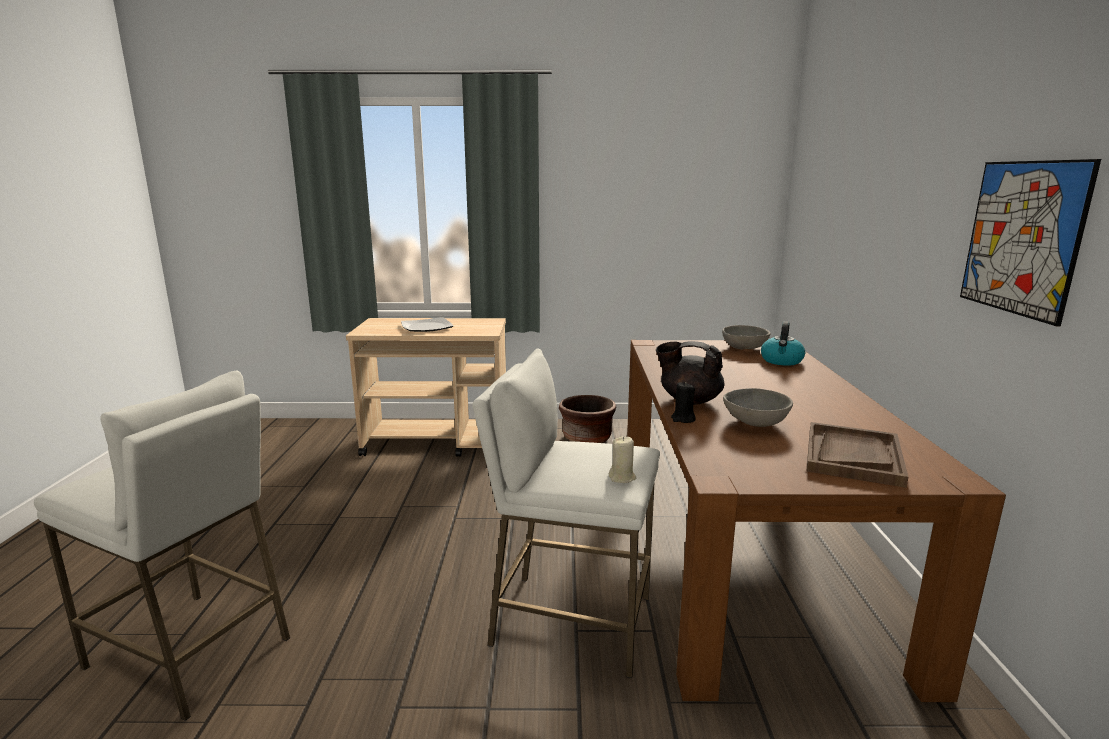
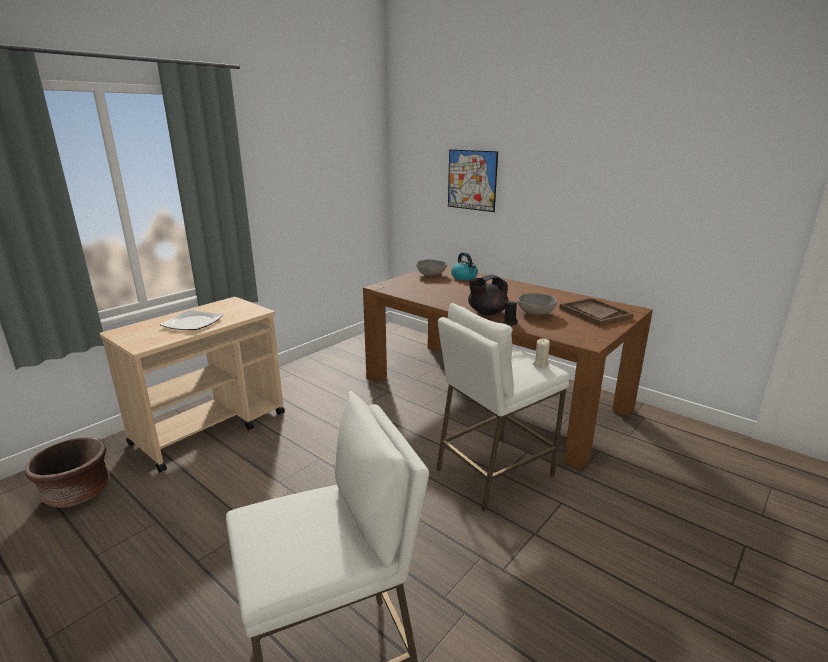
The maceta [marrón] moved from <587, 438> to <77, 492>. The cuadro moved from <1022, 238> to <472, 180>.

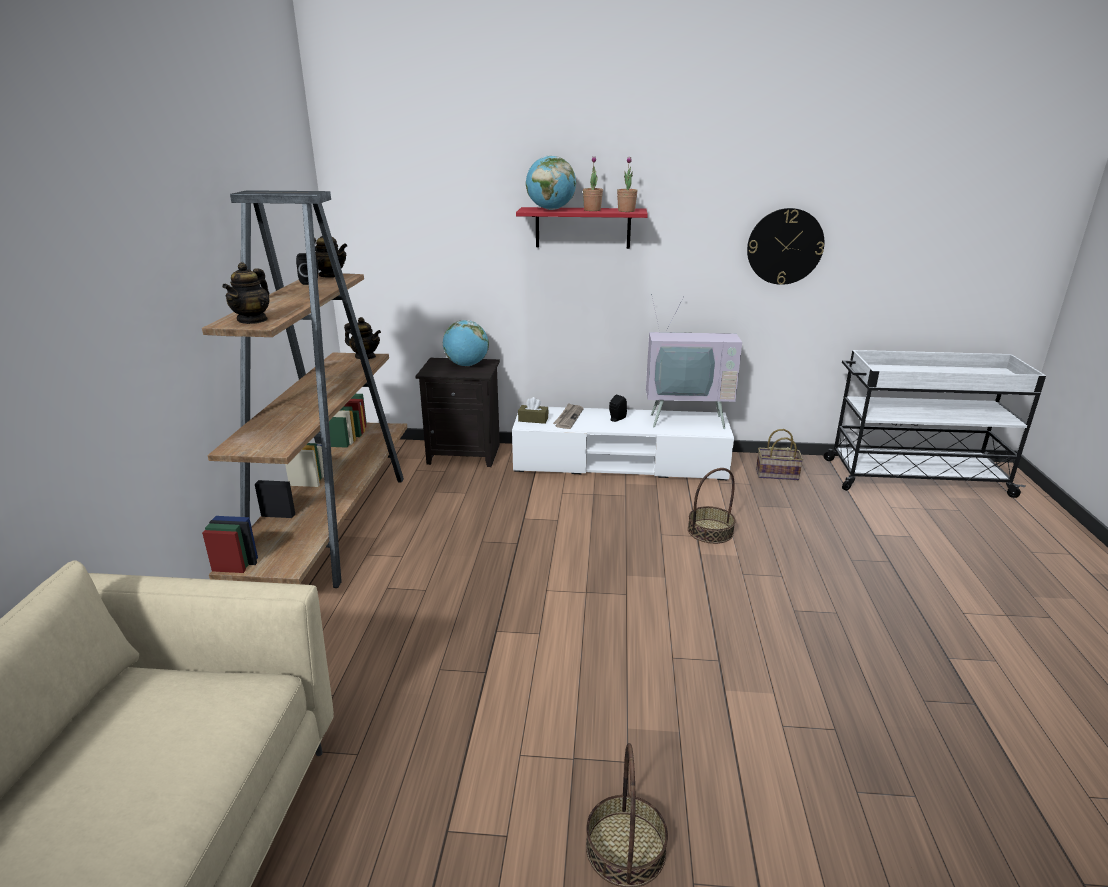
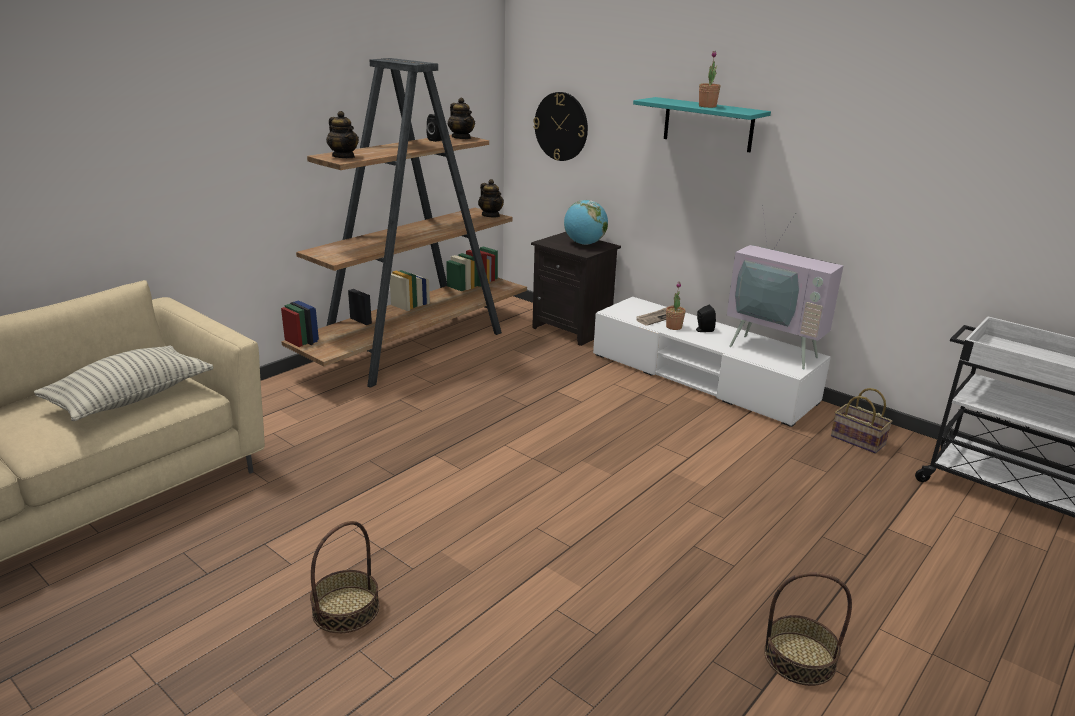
The cojín at <131, 398> appeared. The tetera at <253, 320> turned 90 degrees counterclockwise. The reloj de pared moved from <785, 246> to <561, 126>. The estante [rojo] at <583, 228> became the estante [turquesa] at <708, 124>. The planta en maceta moved from <626, 211> to <674, 327>. The cesta moved from <710, 531> to <799, 658>. The caja de pañuelos [marrón] at <533, 419> disappeared. The globo terráqueo at <551, 209> disappeared.

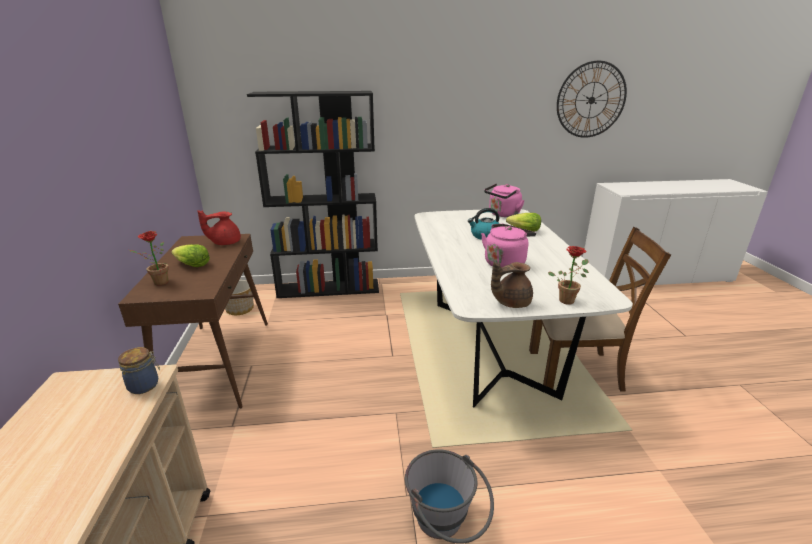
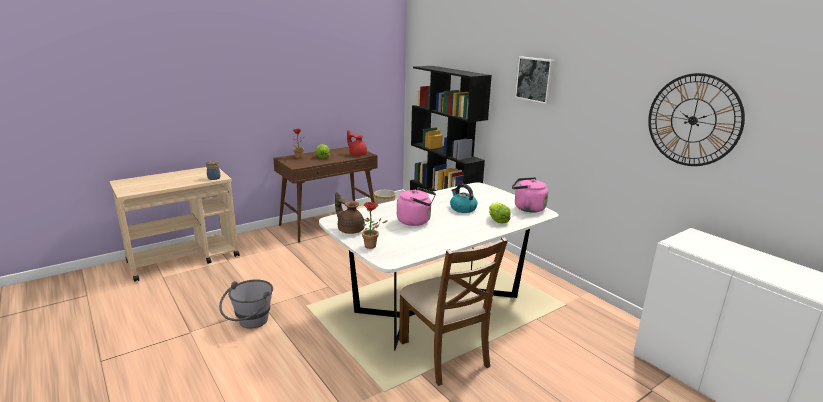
The cuadro at <535, 79> appeared.

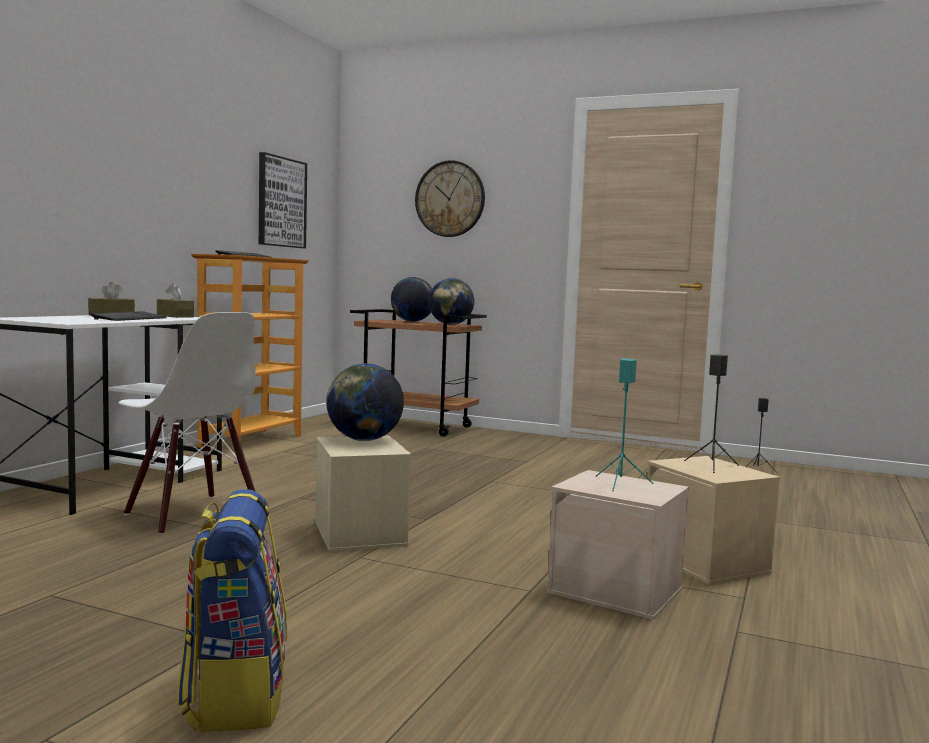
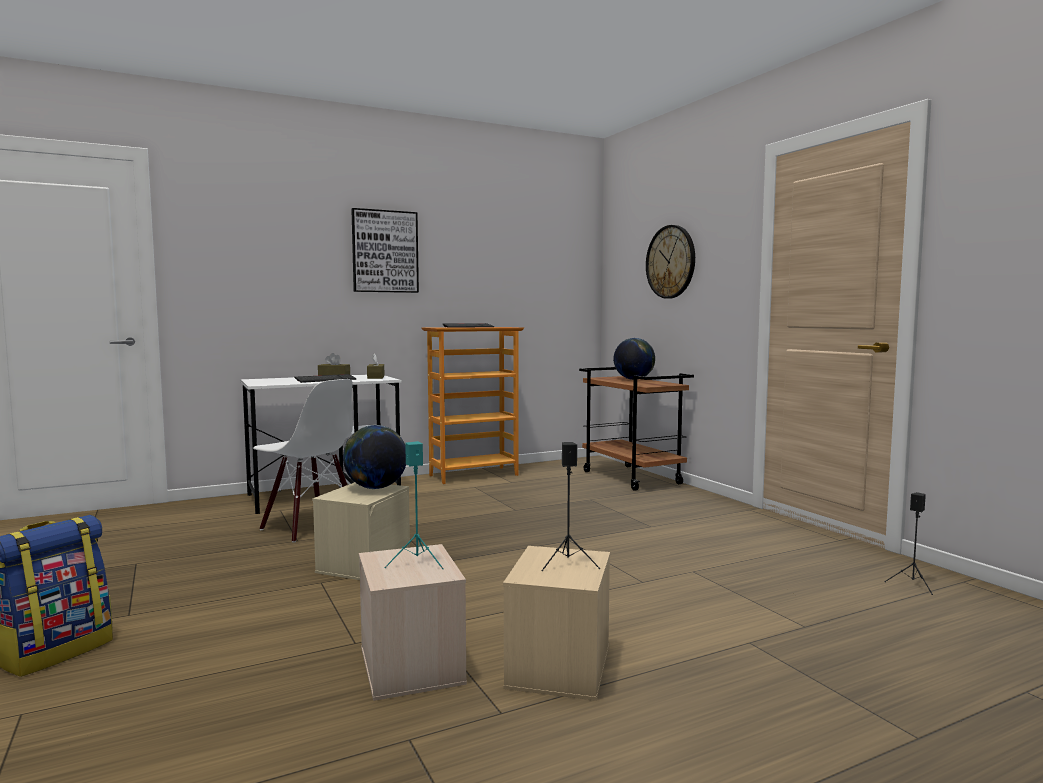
The silla [blanco] at <191, 514> turned 45 degrees counterclockwise. The cuadro moved from <281, 202> to <385, 251>. The globo terráqueo at <450, 324> disappeared.

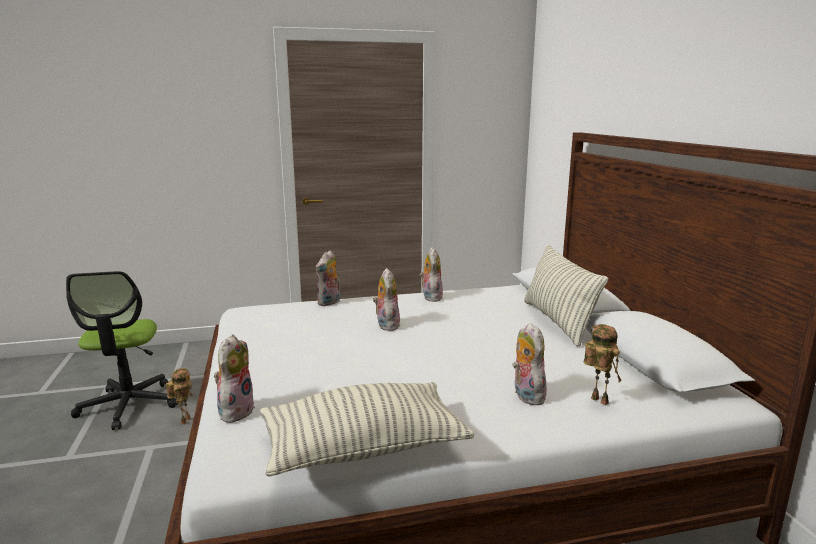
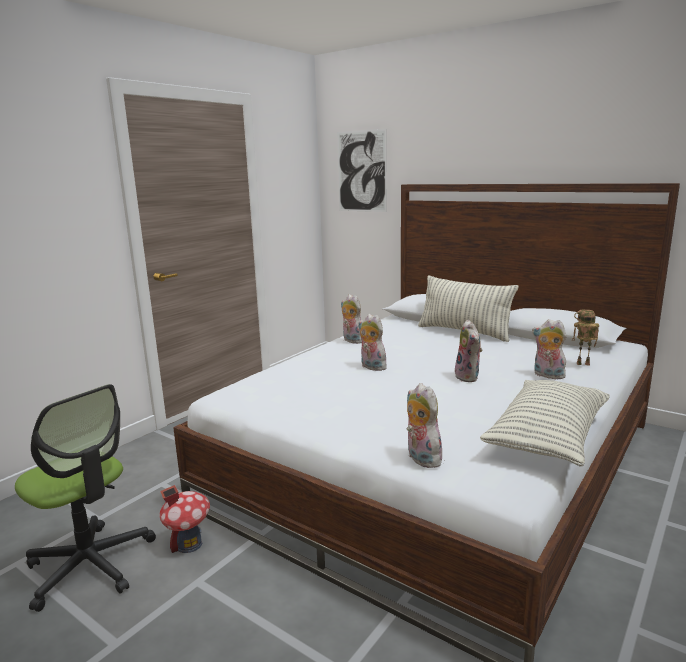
The robot de juguete at <184, 420> was replaced by the casita at <189, 544>. The cuadro at <361, 171> appeared. The peluche moved from <329, 303> to <469, 377>.

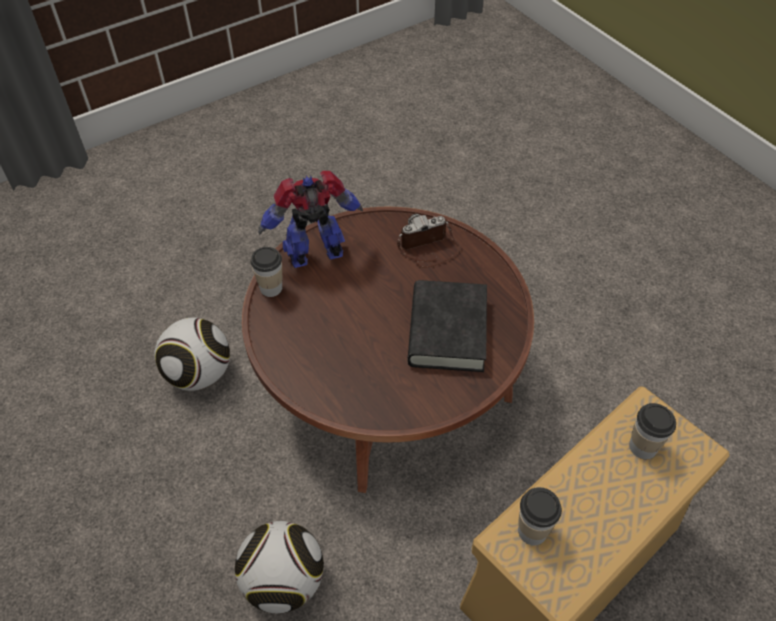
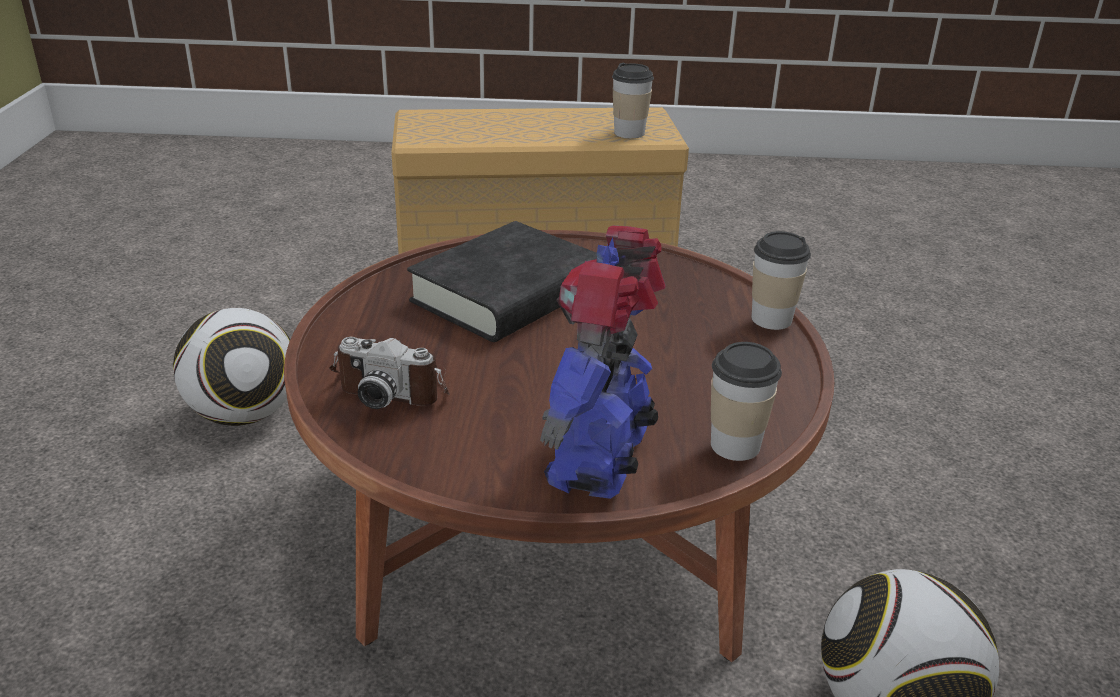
The balón de fútbol moved from <283, 582> to <245, 414>. The robot de juguete at <316, 254> turned 90 degrees clockwise. The taza moved from <643, 447> to <771, 319>.

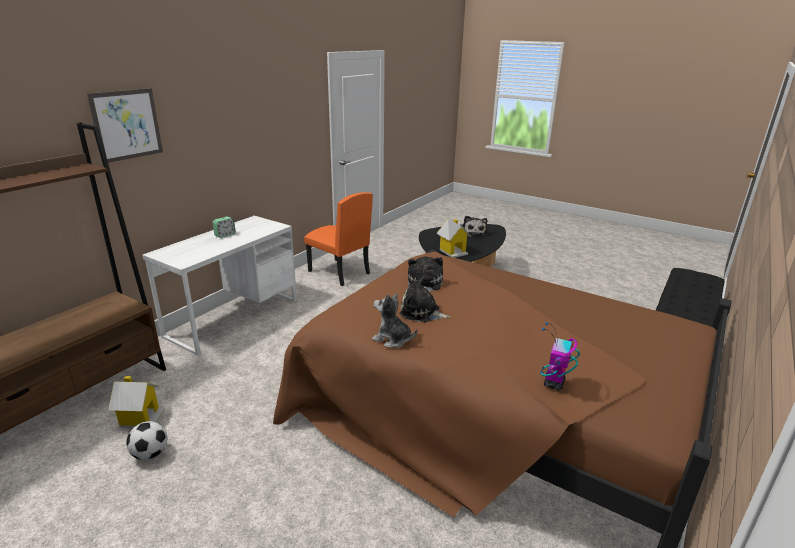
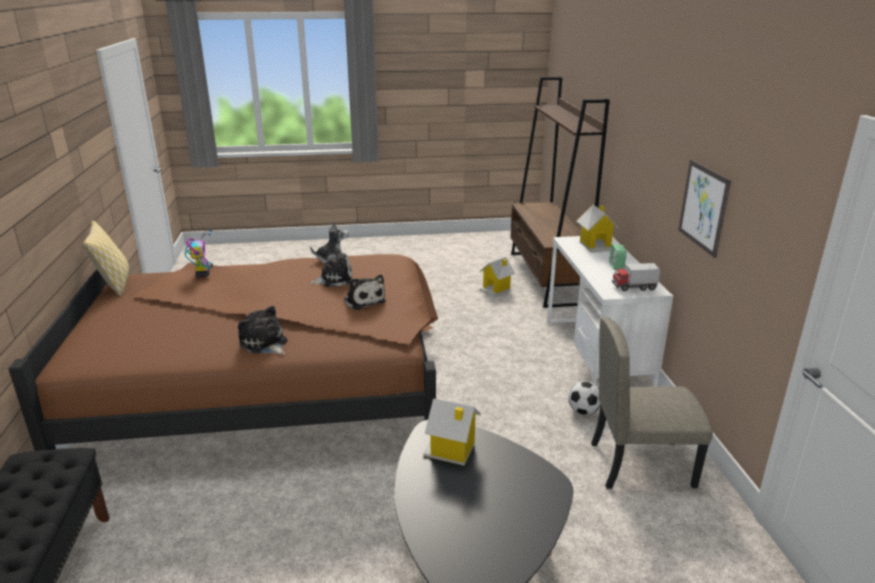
The cojín at <114, 285> appeared. The peluche moved from <473, 232> to <264, 344>. The balón de fútbol moved from <150, 454> to <583, 411>. The casita at <595, 245> appeared. The silla [naranja] at <338, 272> became the silla [beis] at <641, 464>. The camión de juguete at <634, 287> appeared. The cuadro moved from <127, 124> to <703, 207>.

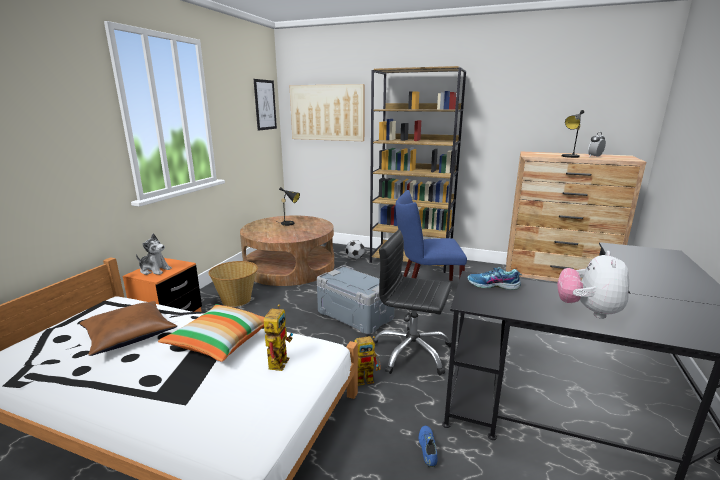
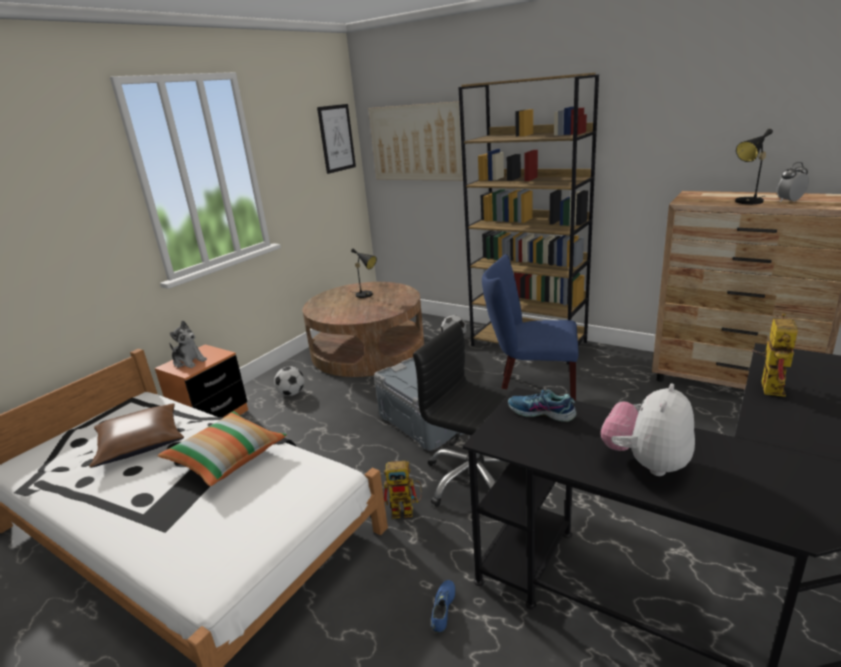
The cesta at <237, 299> was replaced by the balón de fútbol at <292, 393>. The robot de juguete moved from <278, 360> to <768, 385>.

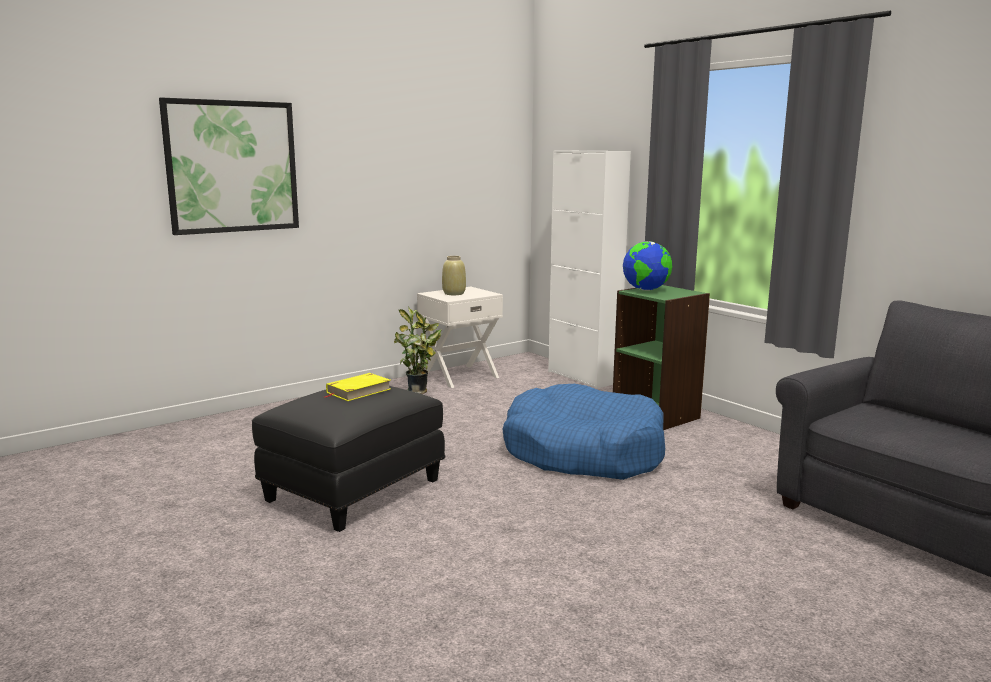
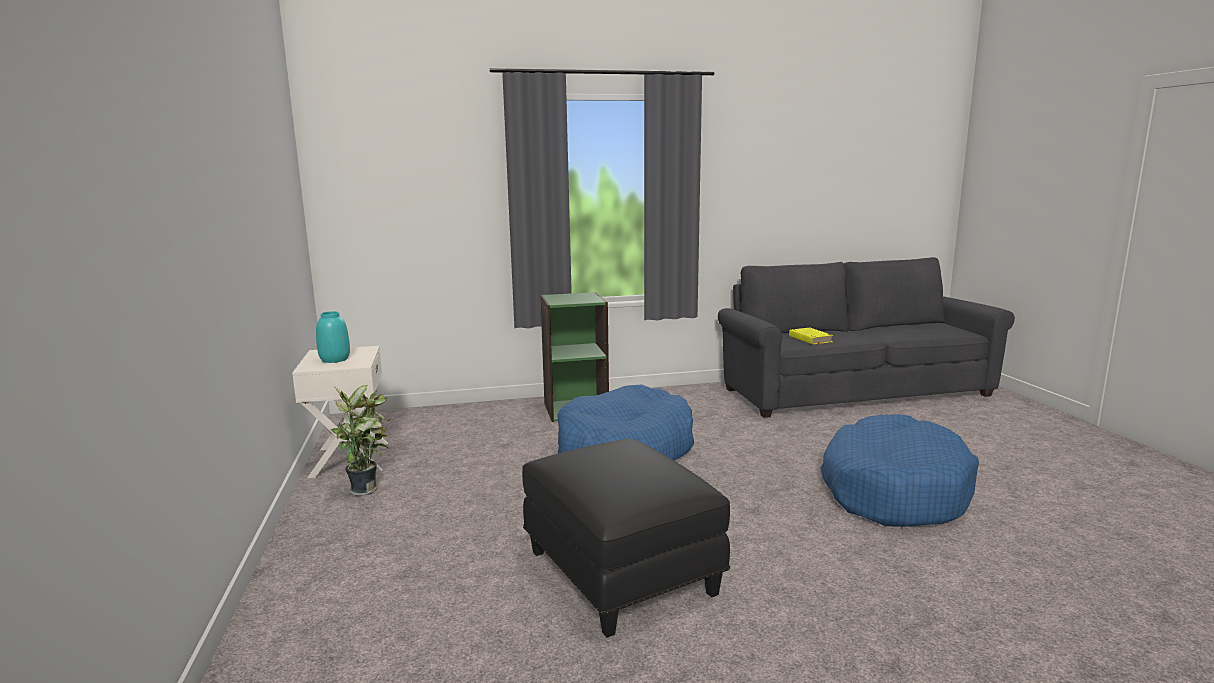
The florero [beis] at <453, 293> became the florero [turquesa] at <335, 359>. The libro [amarillo] moved from <358, 391> to <810, 339>. The cama para perro [azul] at <893, 490> appeared. The cuadro at <232, 167> disappeared. The armario [blanco] at <583, 377> disappeared. The globo terráqueo at <646, 290> disappeared.

